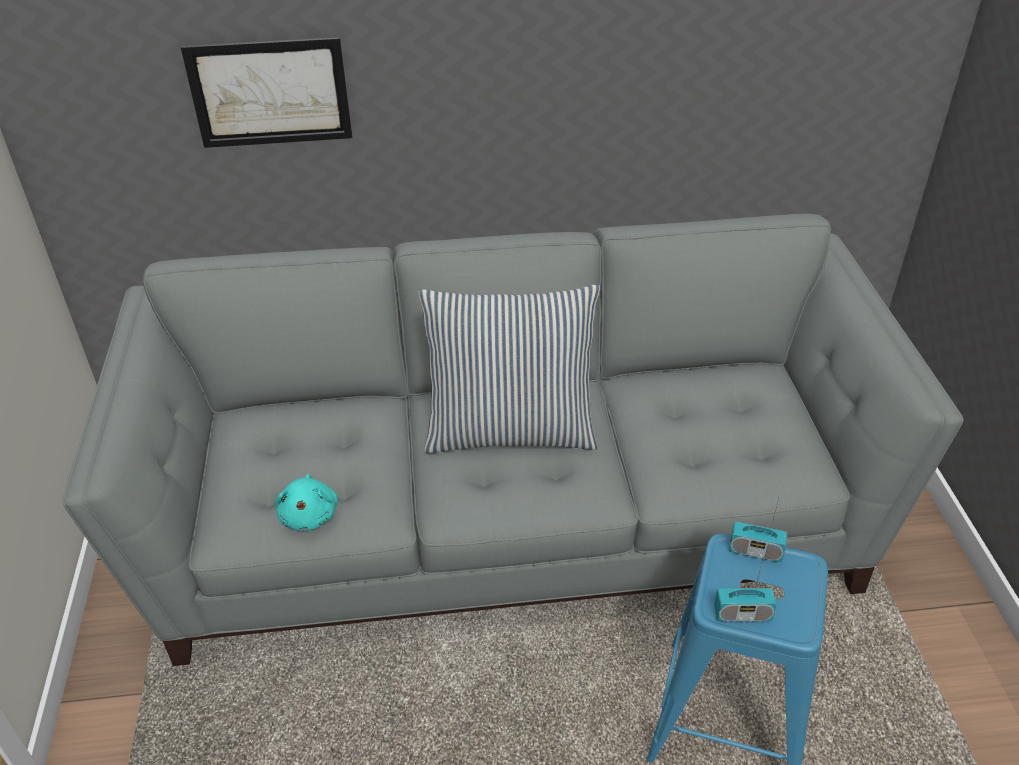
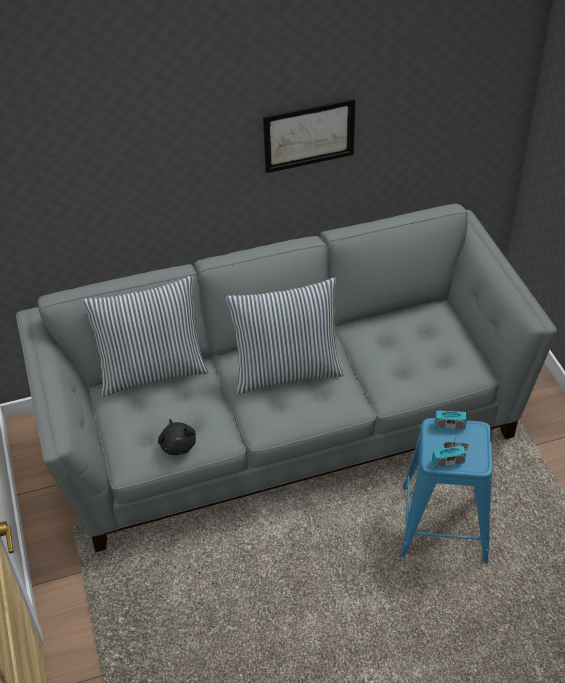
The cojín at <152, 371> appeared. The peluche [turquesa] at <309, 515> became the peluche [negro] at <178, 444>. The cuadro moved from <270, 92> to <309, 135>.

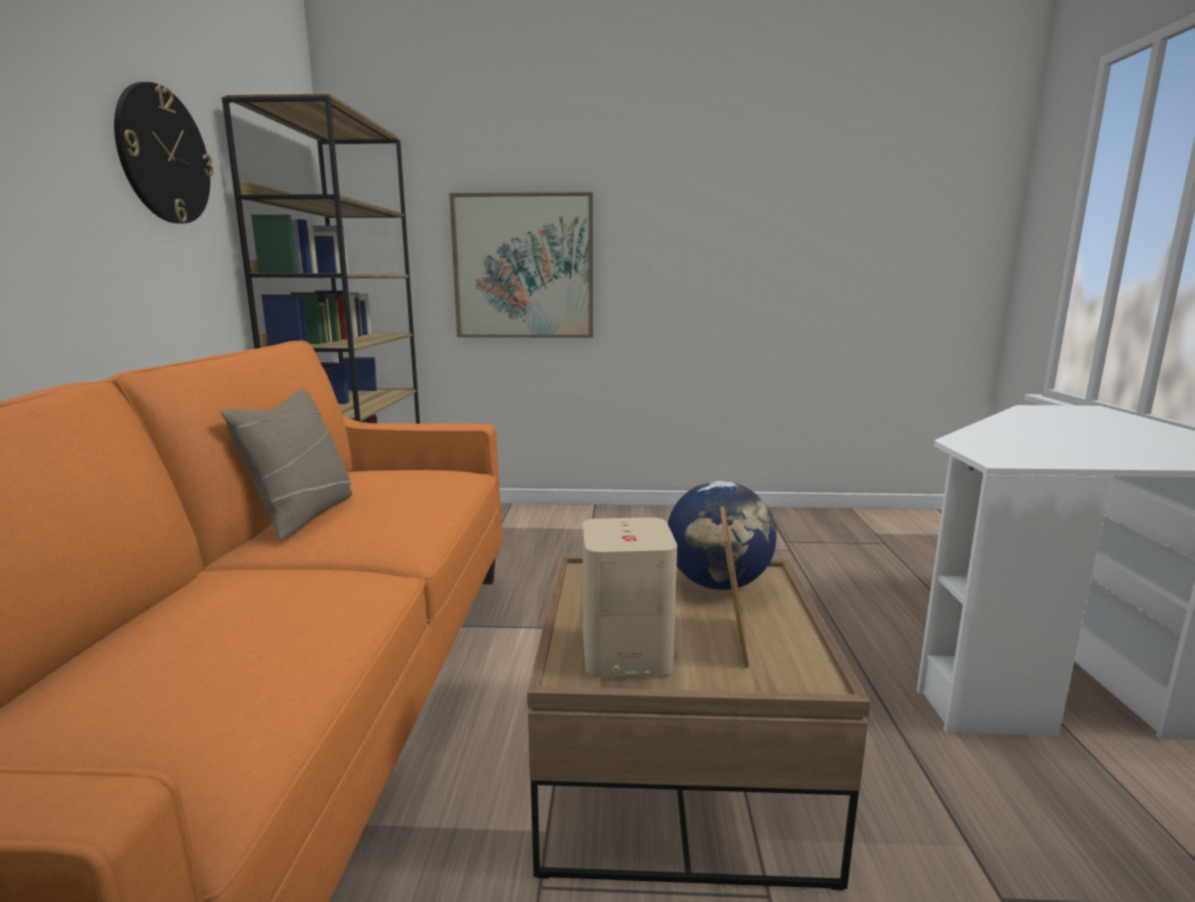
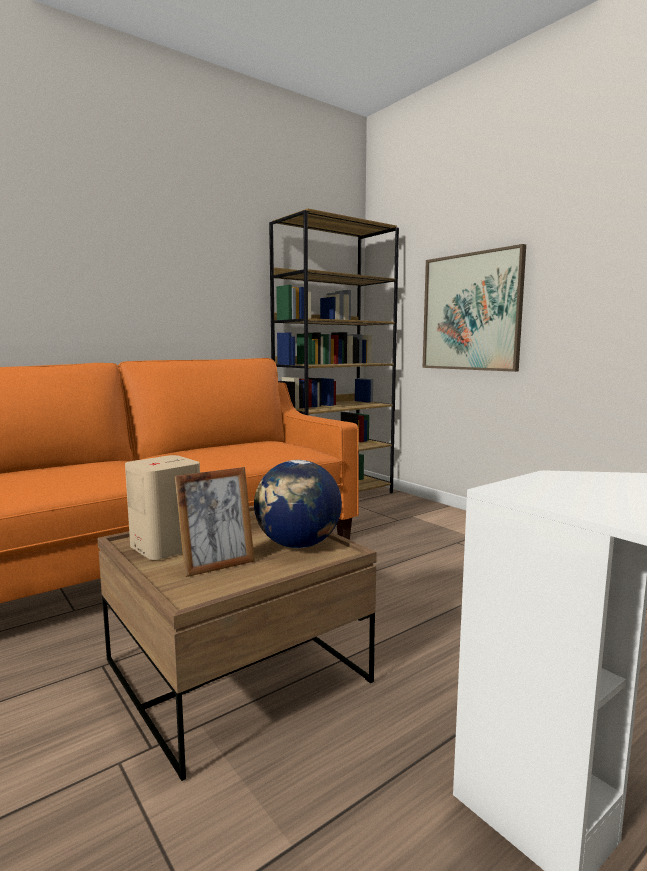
The reloj de pared at <163, 155> disappeared. The cojín [beis] at <303, 515> disappeared.

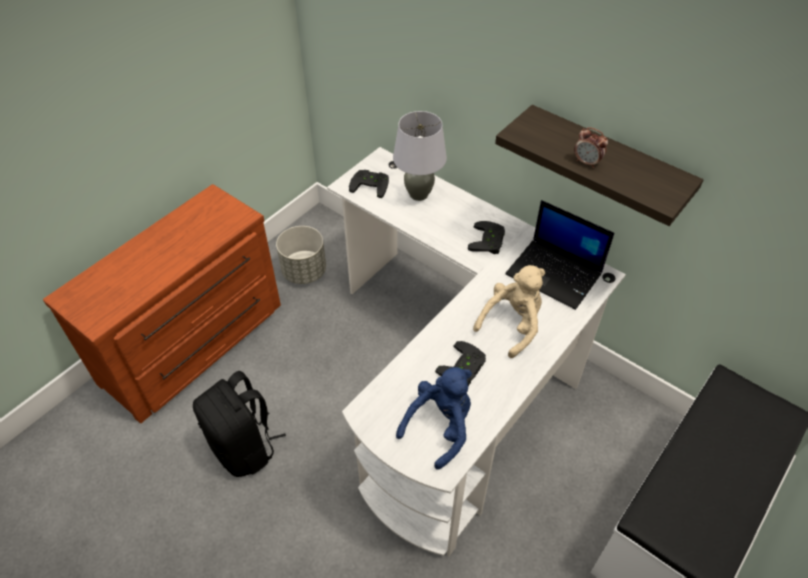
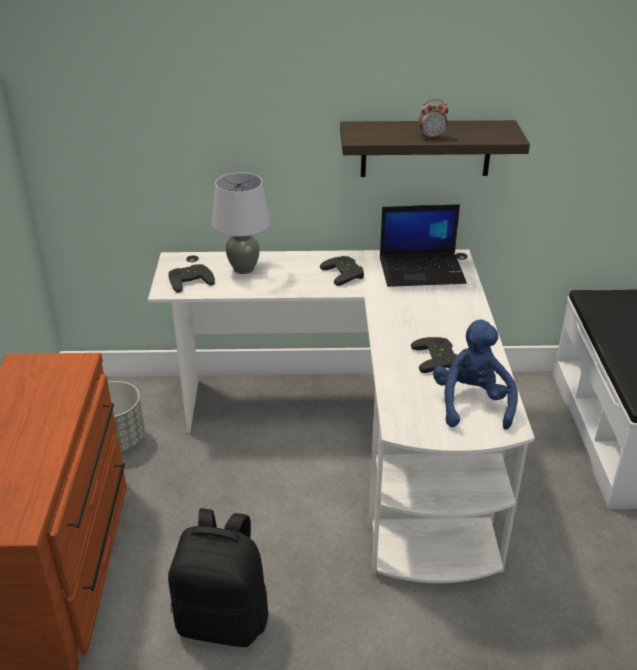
The peluche [beis] at <512, 324> disappeared.

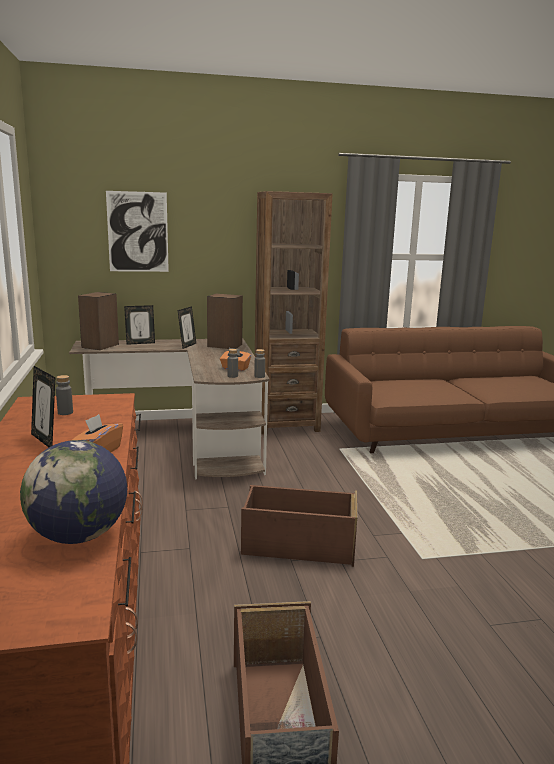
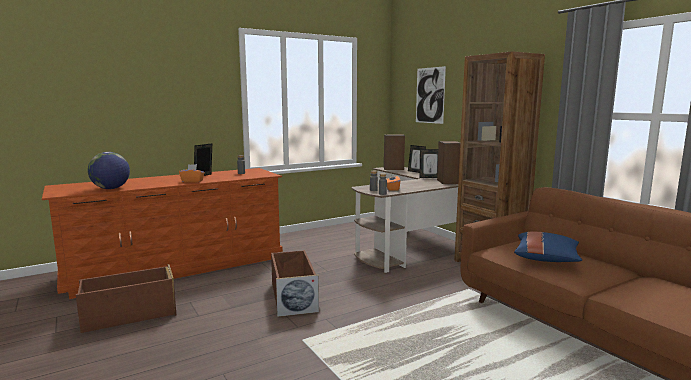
The cojín [azul] at <546, 258> appeared.

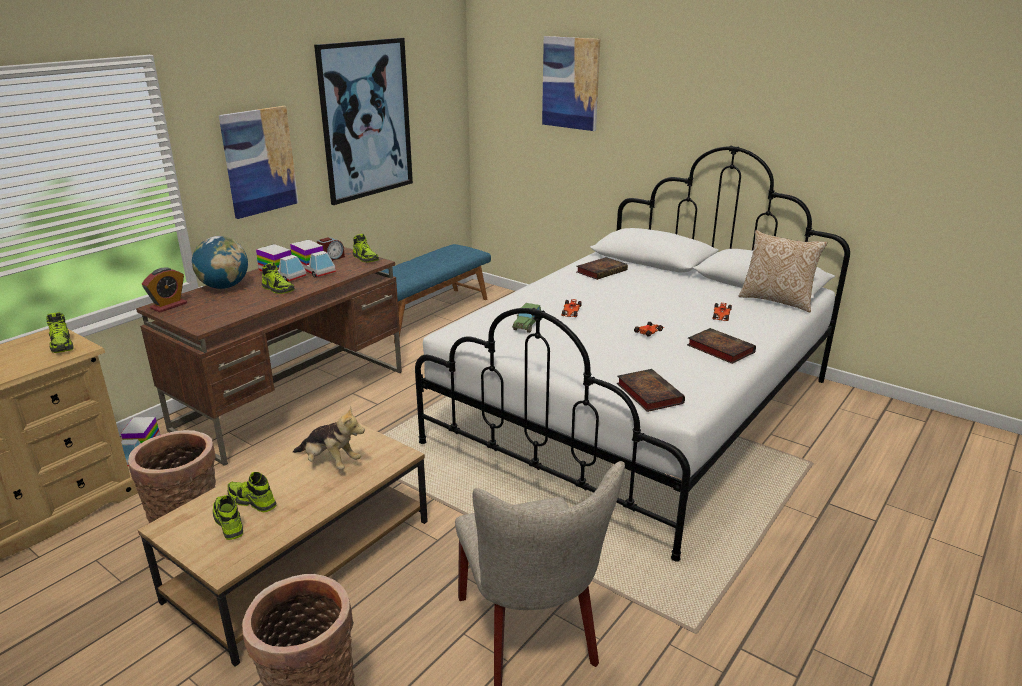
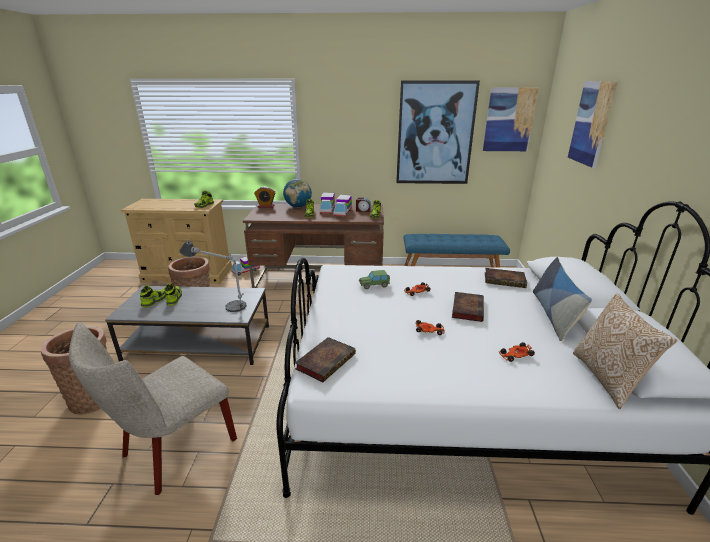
The mesa de centro [marrón] at <303, 560> became the mesa de centro [gris] at <198, 343>. The peluche at <330, 462> was replaced by the lámpara de mesa at <219, 302>. The libro moved from <718, 349> to <467, 308>. The cuadro moved from <259, 161> to <509, 120>. The cojín at <553, 314> appeared.

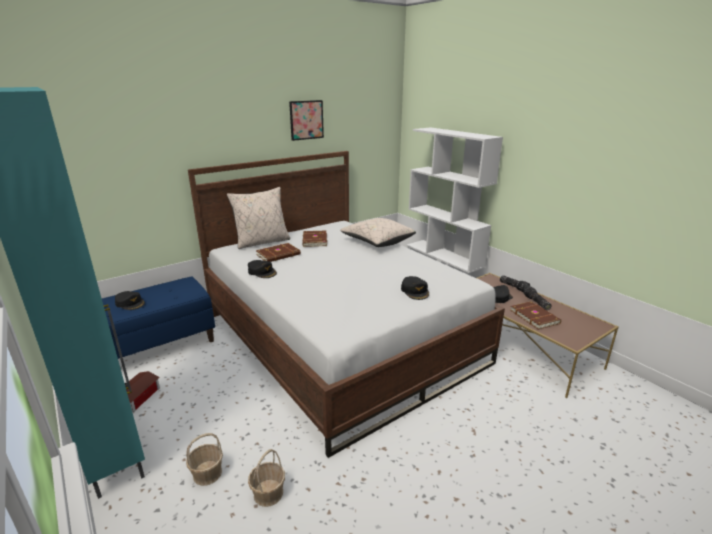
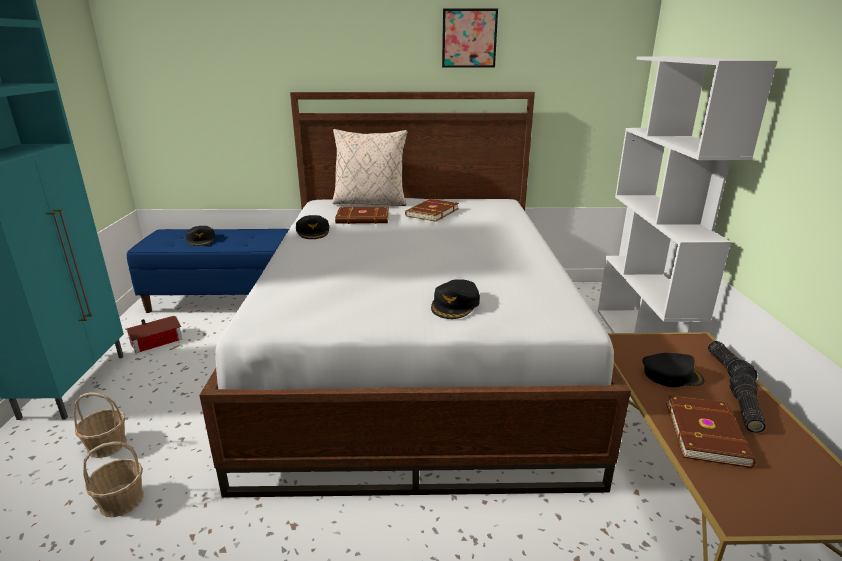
The cojín [beis] at <377, 241> disappeared.

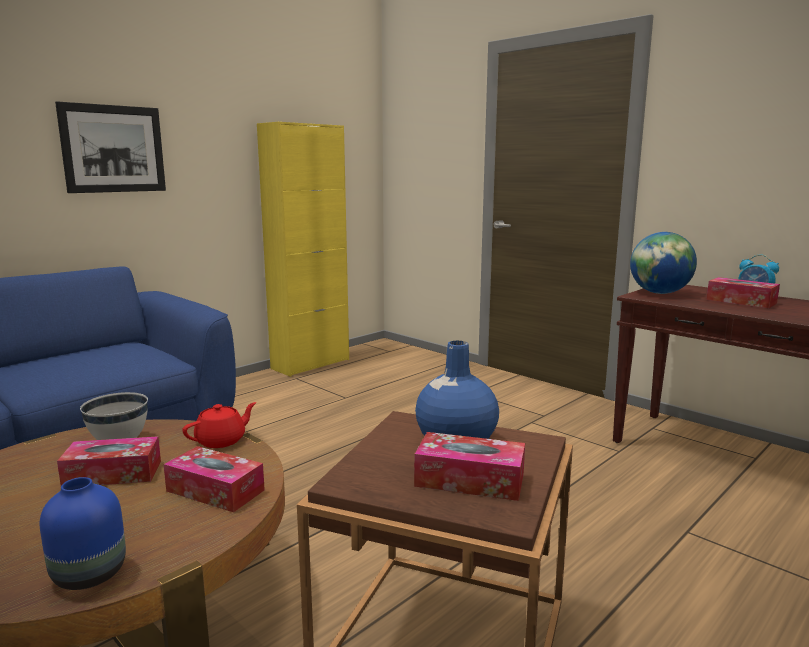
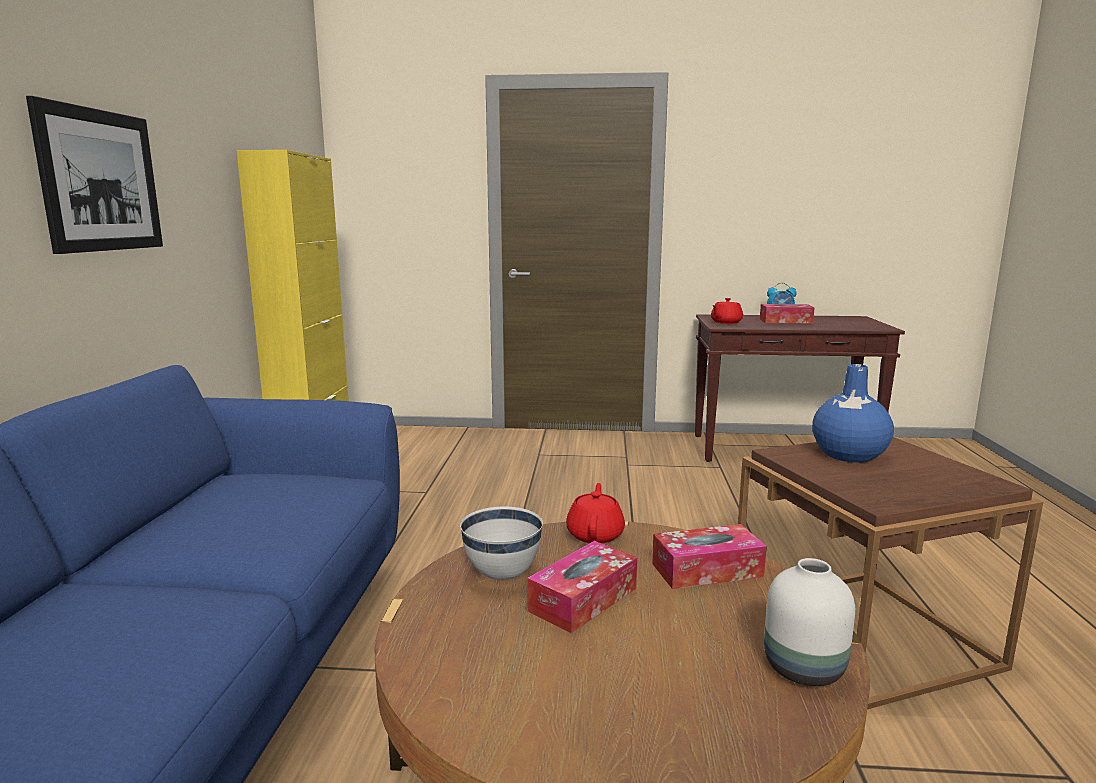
The globo terráqueo at <659, 293> was replaced by the tetera [rojo] at <725, 322>. The florero [azul] at <87, 574> became the florero [blanco] at <802, 669>. The caja de pañuelos at <469, 480> disappeared.

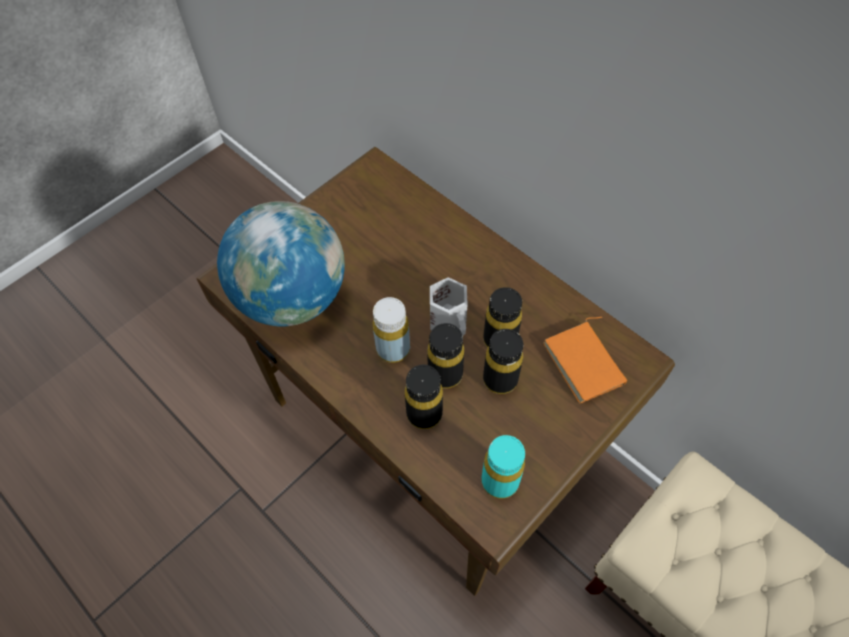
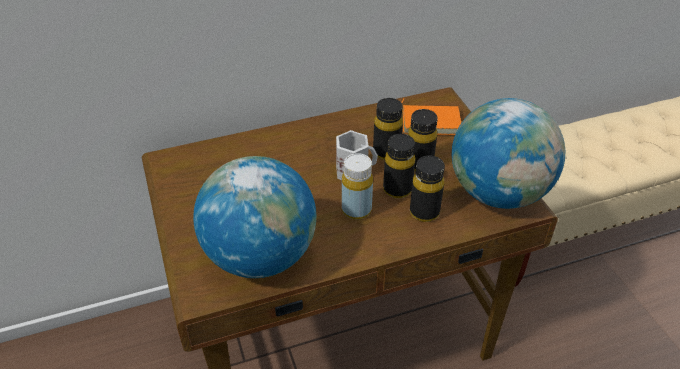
The botella [turquesa] at <500, 481> was replaced by the globo terráqueo at <498, 193>.

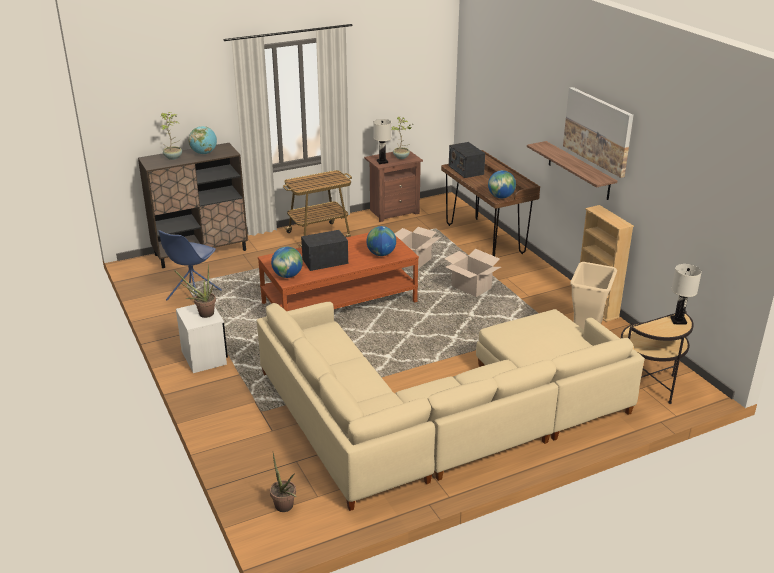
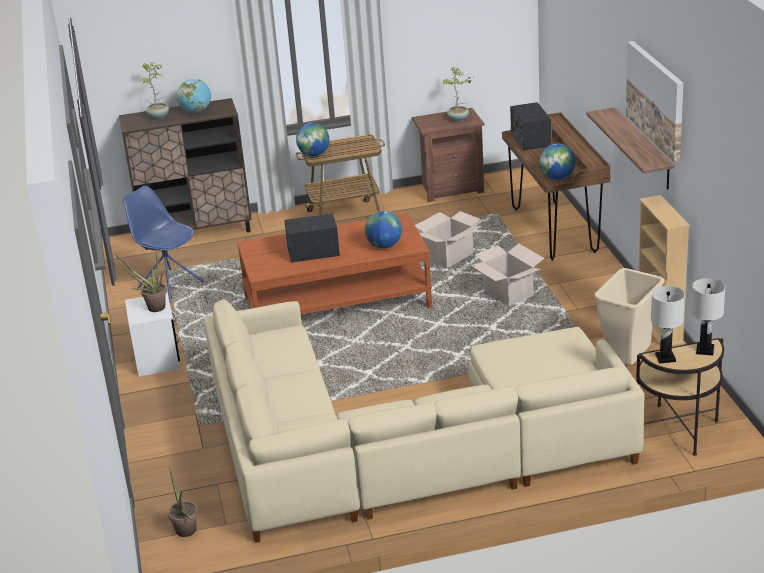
The silla [azul] at <193, 296> turned 90 degrees clockwise. The globo terráqueo moved from <287, 275> to <314, 155>. The lámpara de mesa [blanco] moved from <382, 162> to <665, 358>.

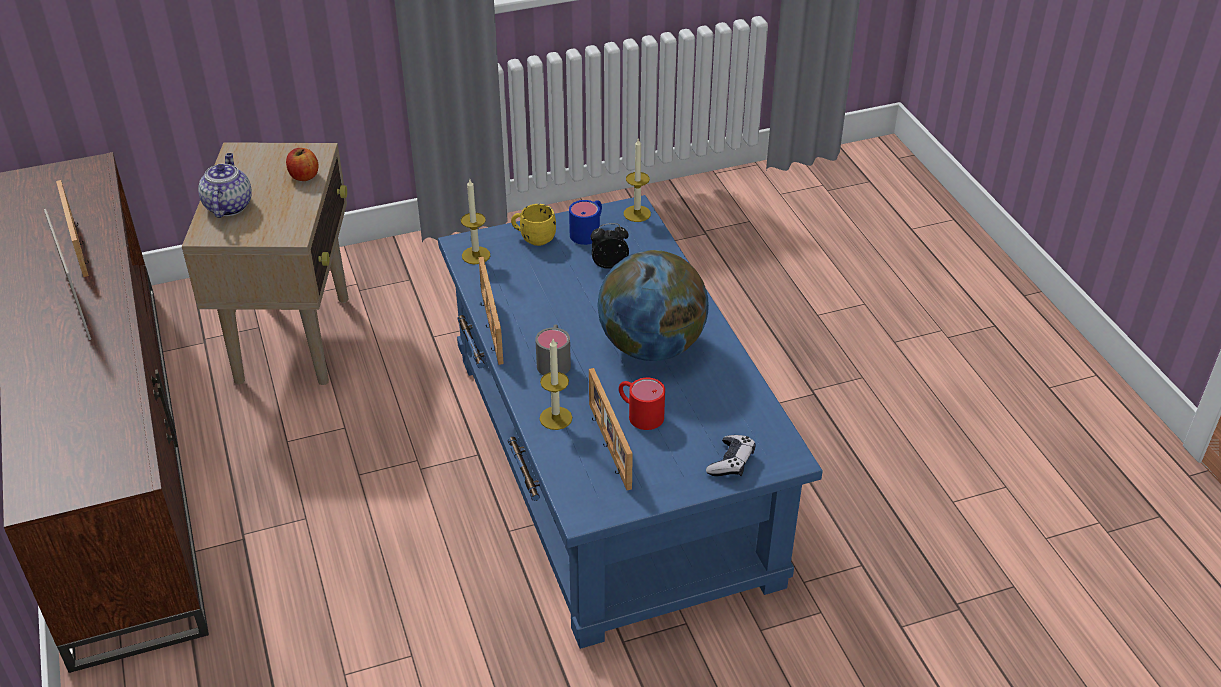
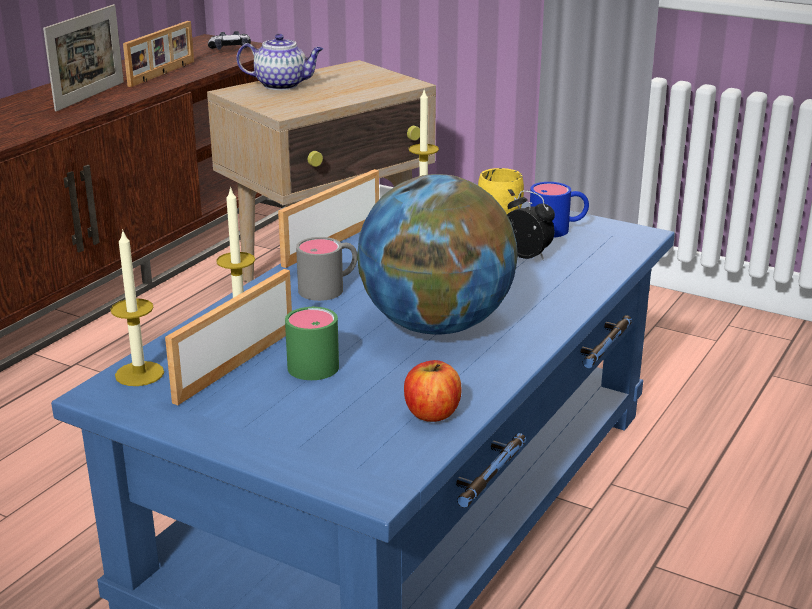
The vela moved from <637, 213> to <139, 374>. The mando de consola moved from <731, 462> to <230, 49>. The tetera at <228, 206> turned 45 degrees clockwise. The taza grande [rojo] at <639, 413> became the taza grande [verde] at <313, 361>. The manzana moved from <304, 176> to <432, 413>.

